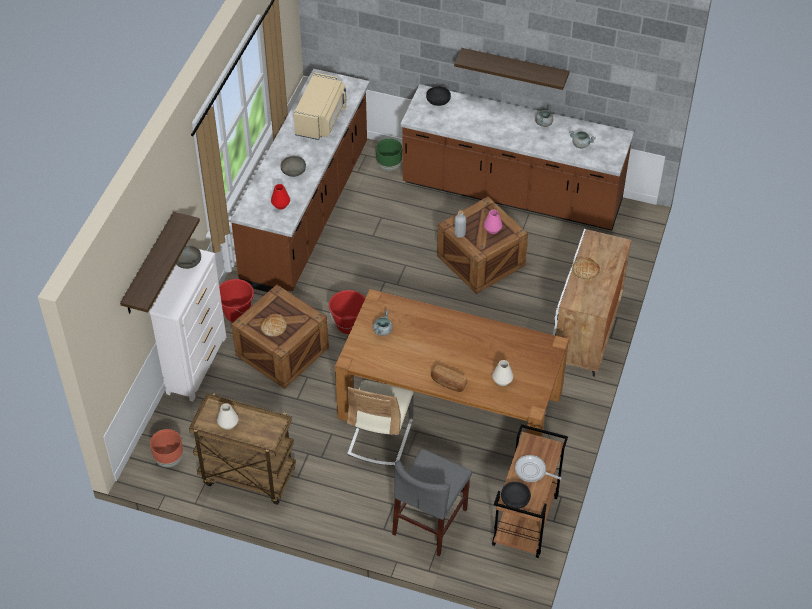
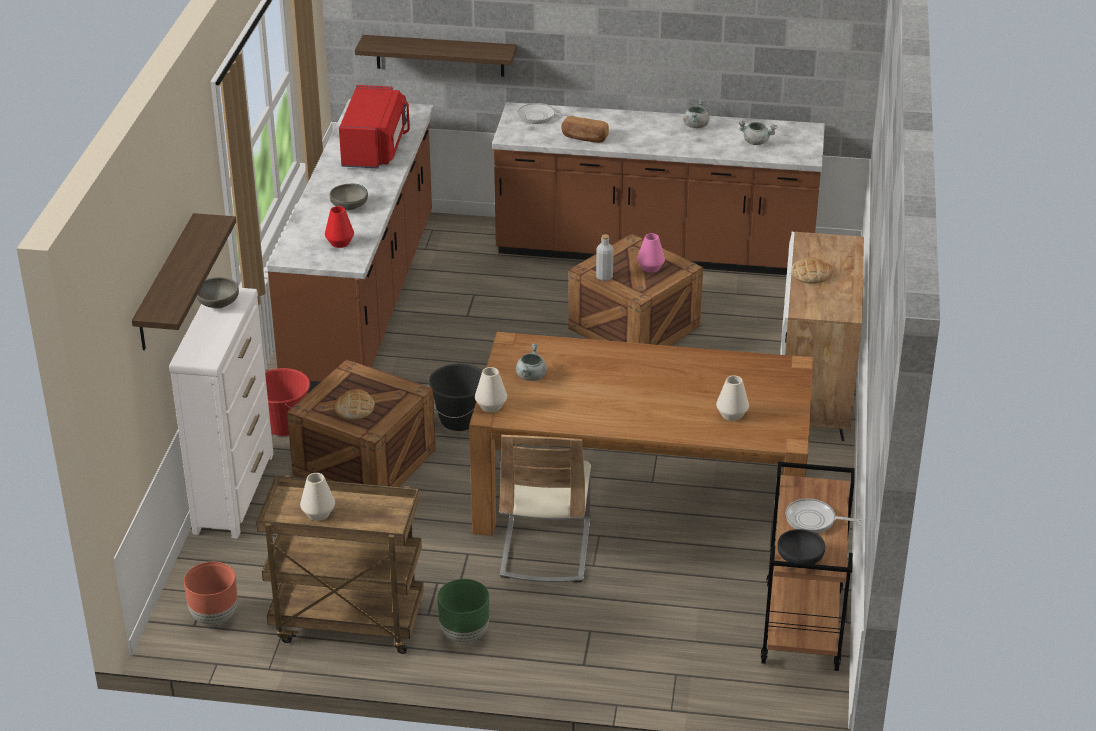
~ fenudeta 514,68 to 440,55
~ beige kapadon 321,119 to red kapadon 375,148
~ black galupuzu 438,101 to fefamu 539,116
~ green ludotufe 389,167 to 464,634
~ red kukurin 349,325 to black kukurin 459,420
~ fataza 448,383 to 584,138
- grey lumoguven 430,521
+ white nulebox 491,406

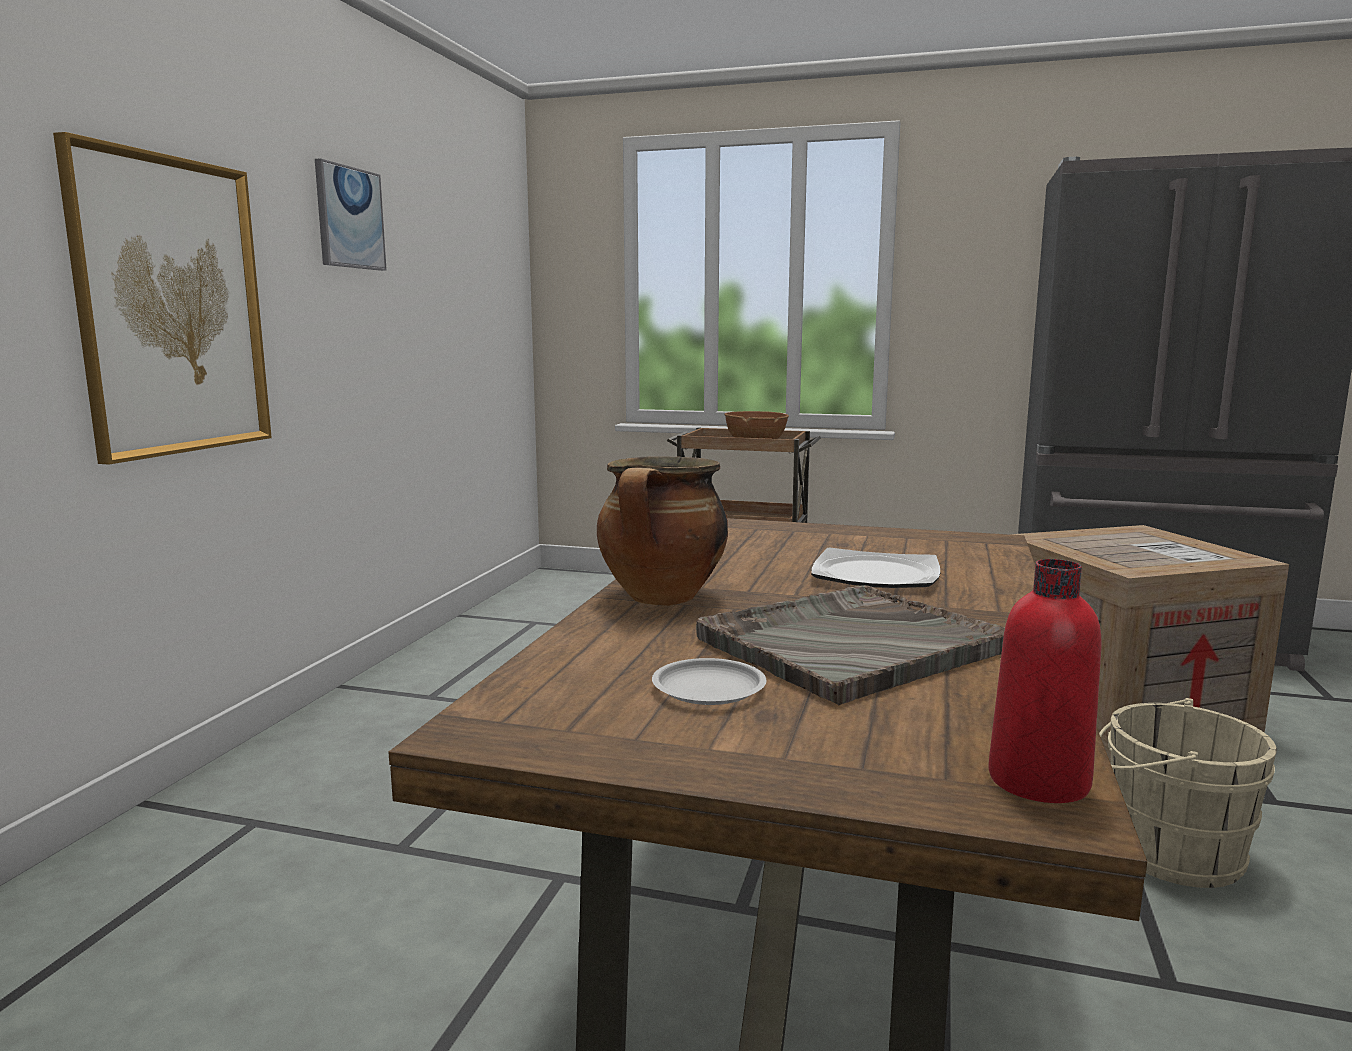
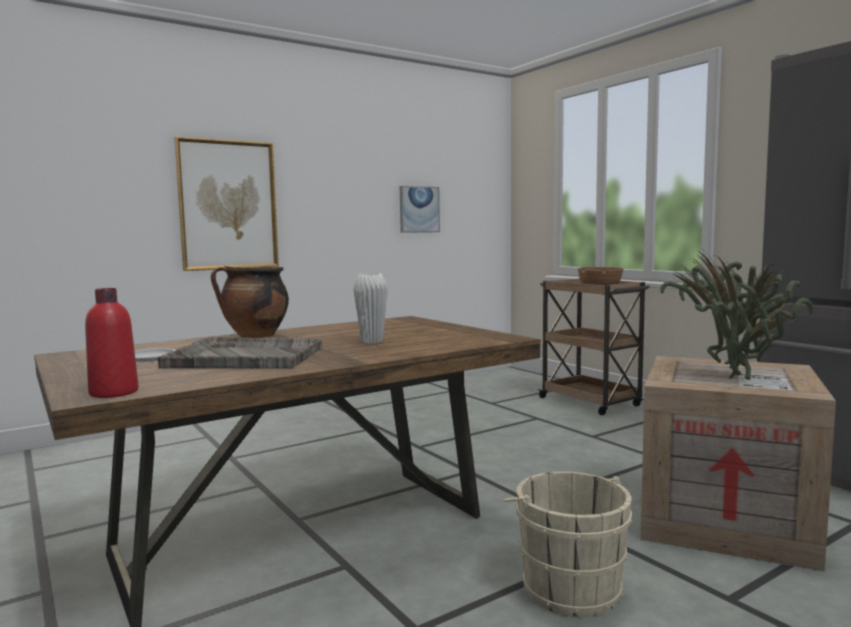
~ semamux 349,218 to 419,209
~ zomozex 874,574 to white nulebox 372,341
+ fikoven 735,377

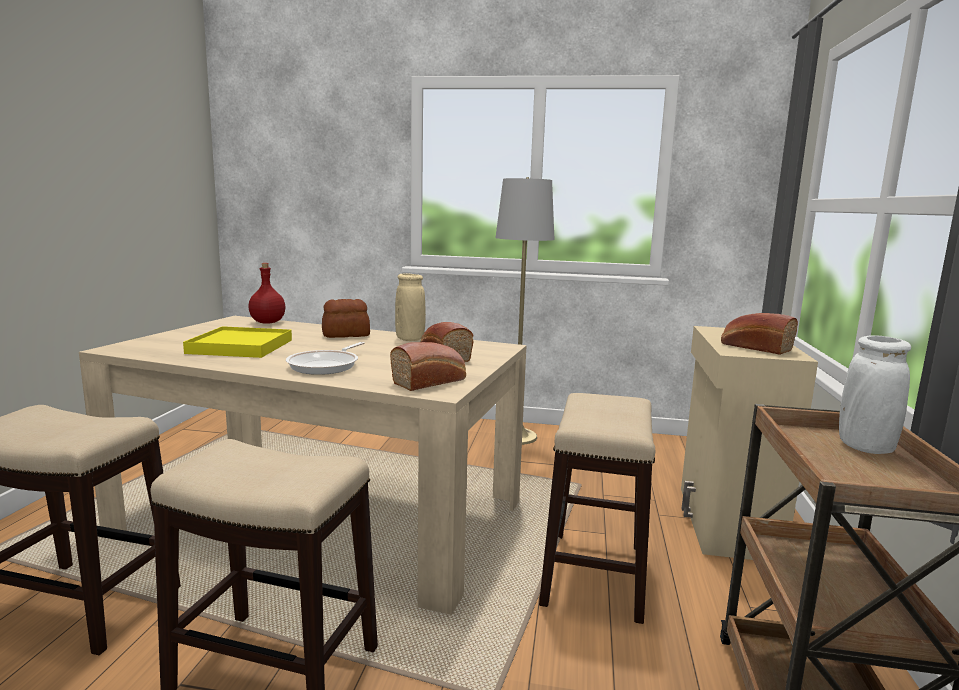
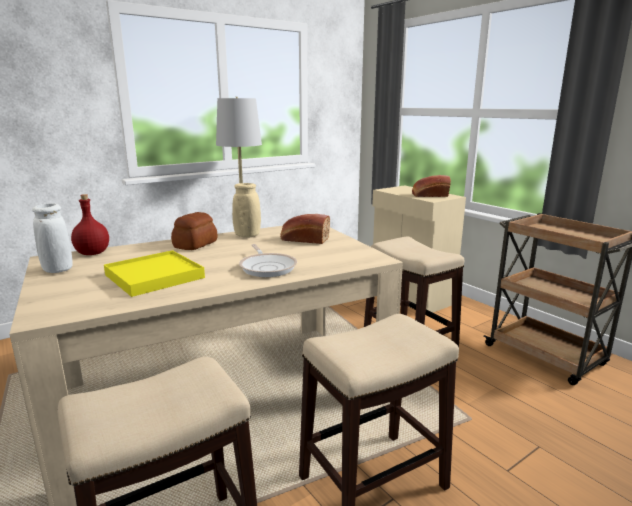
~ white nulebox 865,448 to 58,270
- fataza 431,381

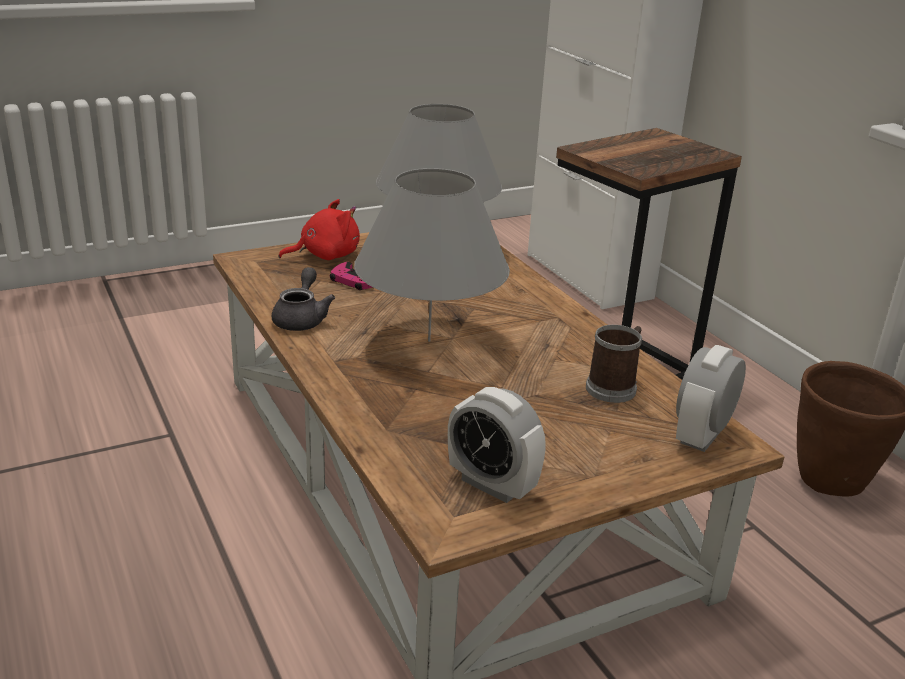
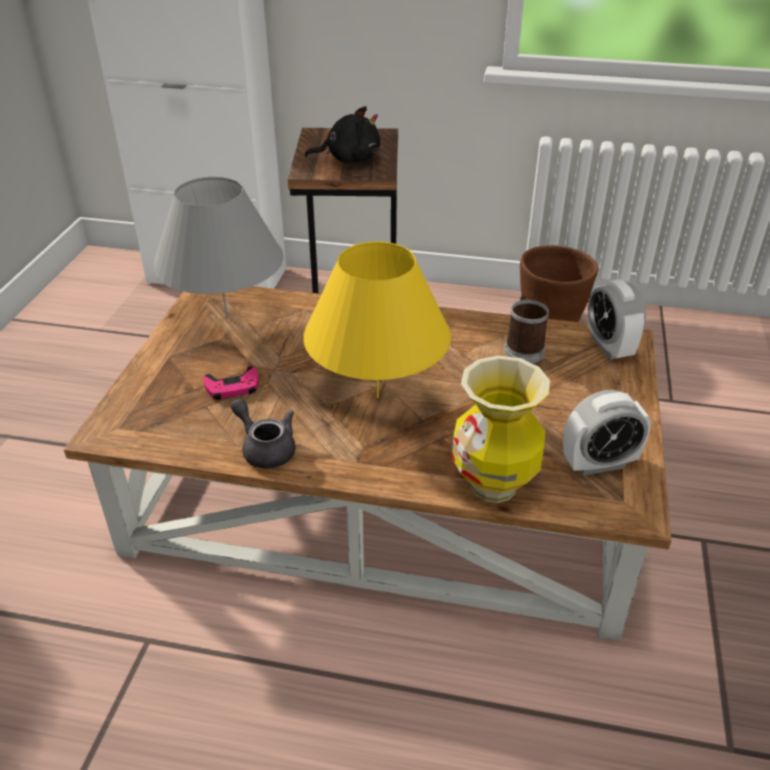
~ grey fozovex 429,341 to yellow fozovex 377,397
- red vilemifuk 325,256
+ black vilemifuk 349,159
+ nulebox 494,486

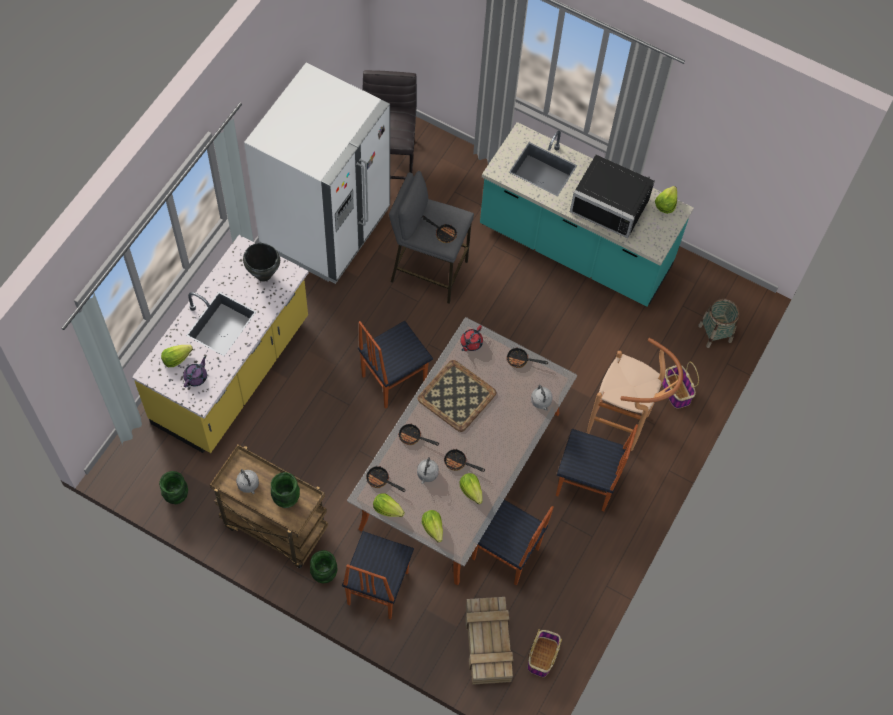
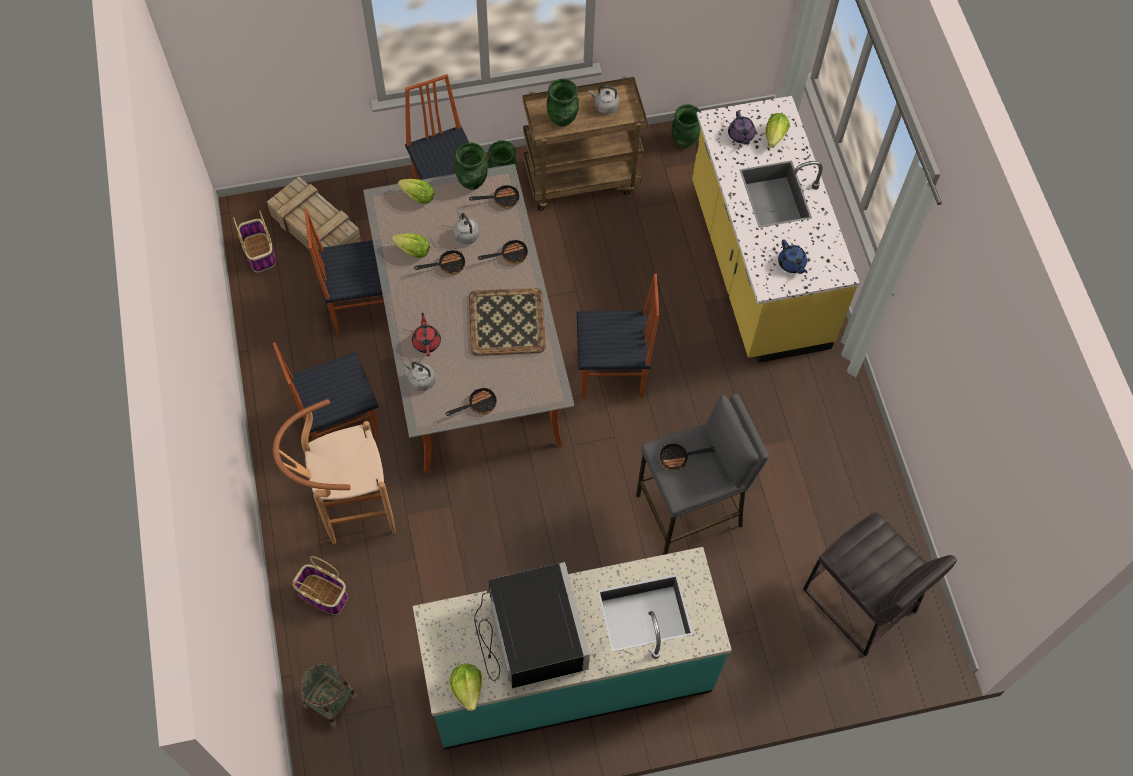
- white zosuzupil 326,228
~ black kapadon 612,203 = 530,635 90 degrees clockwise
~ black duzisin 263,275 to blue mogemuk 791,264
~ lumoguven 393,379 = 612,375 75 degrees clockwise
~ red mogemuk 471,343 to 426,341
~ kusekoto 387,509 to green nulebox 472,182

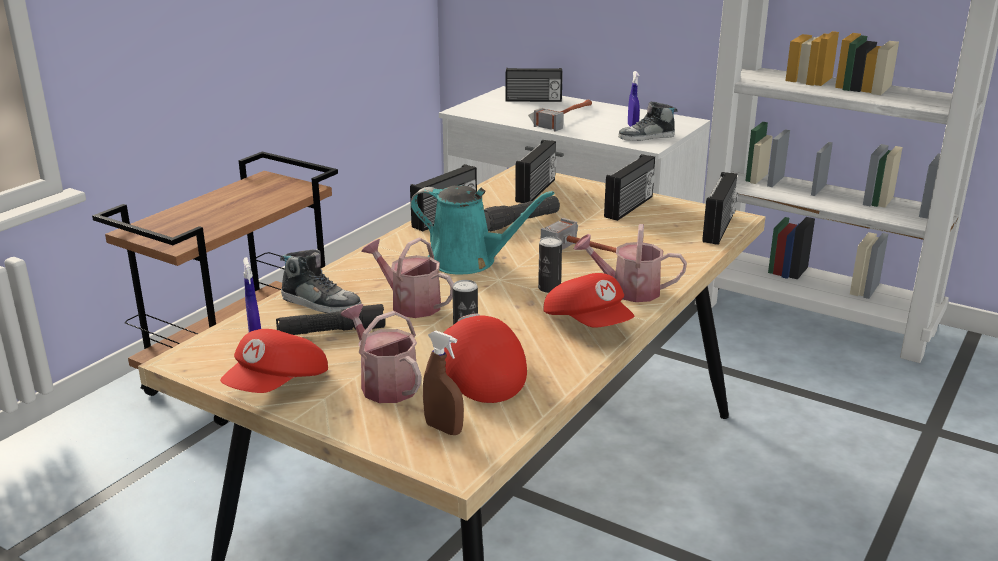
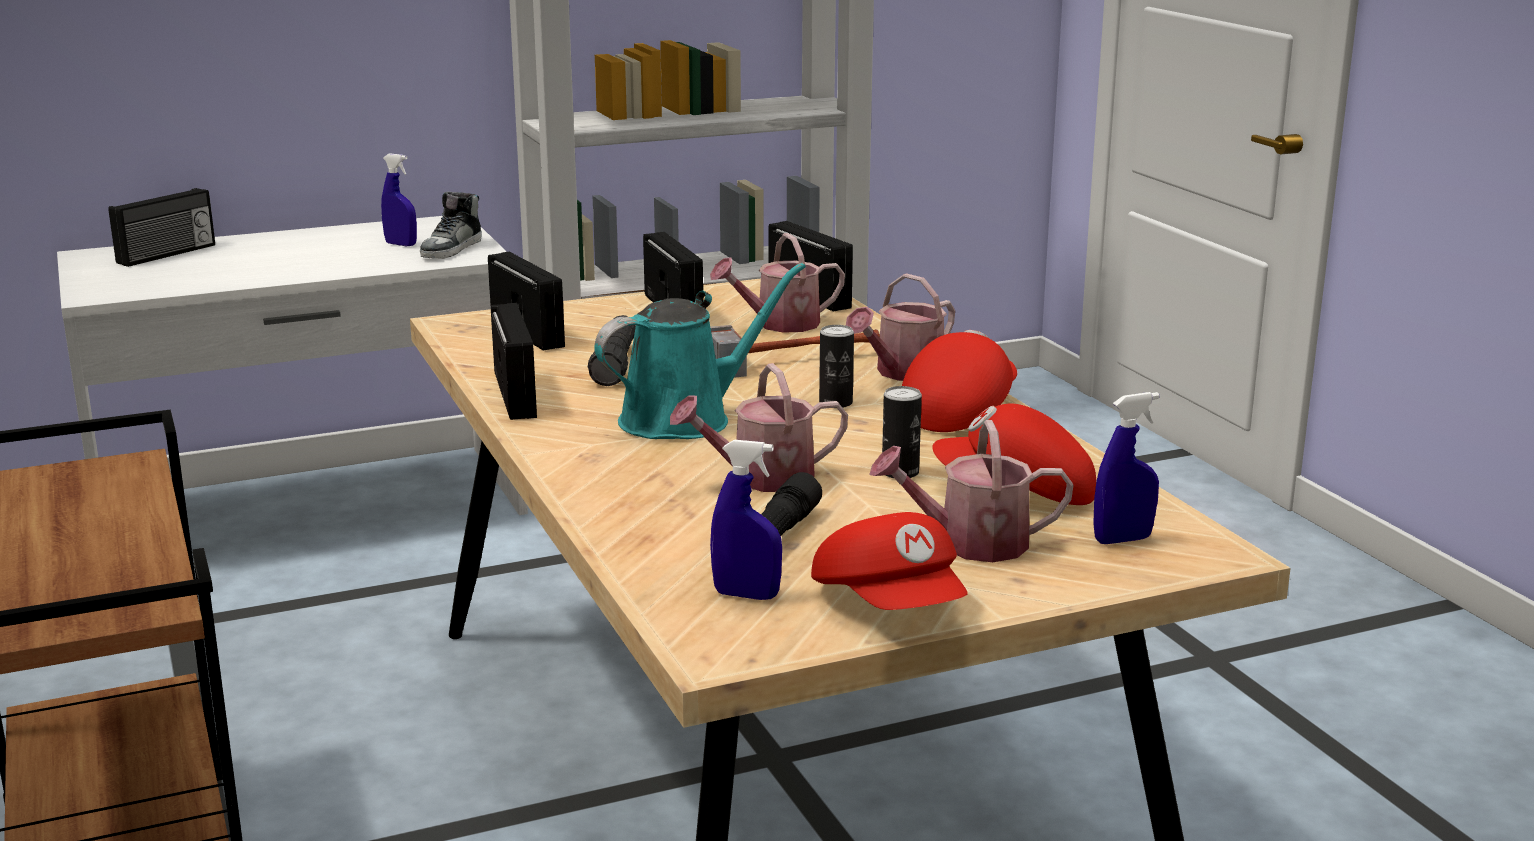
- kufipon 562,118
- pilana 321,303
~ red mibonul 589,323 = 958,411 60 degrees counterclockwise
~ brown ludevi 443,428 to blue ludevi 1123,539
+ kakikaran 779,324

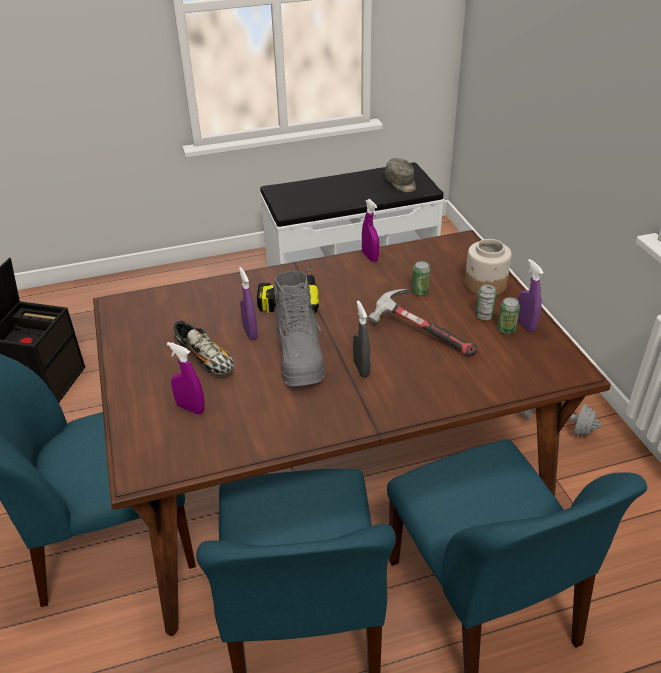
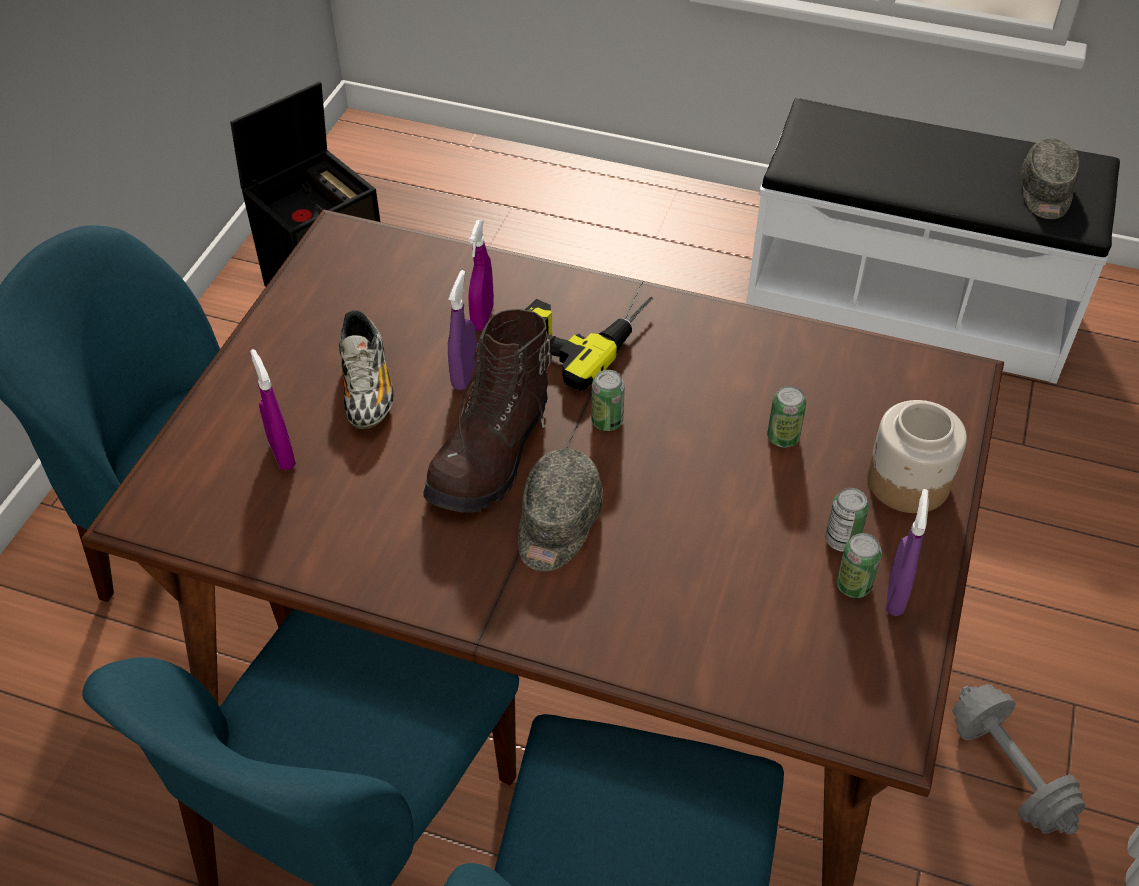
~ purple ludevi 370,257 to 482,318
~ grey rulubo 300,356 to brown rulubo 493,454
- kufipon 421,334
~ grey ludevi 361,369 to grey mibonul 557,524
+ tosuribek 607,421

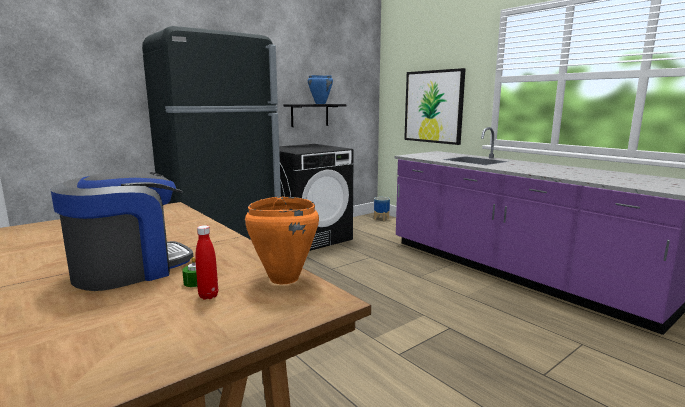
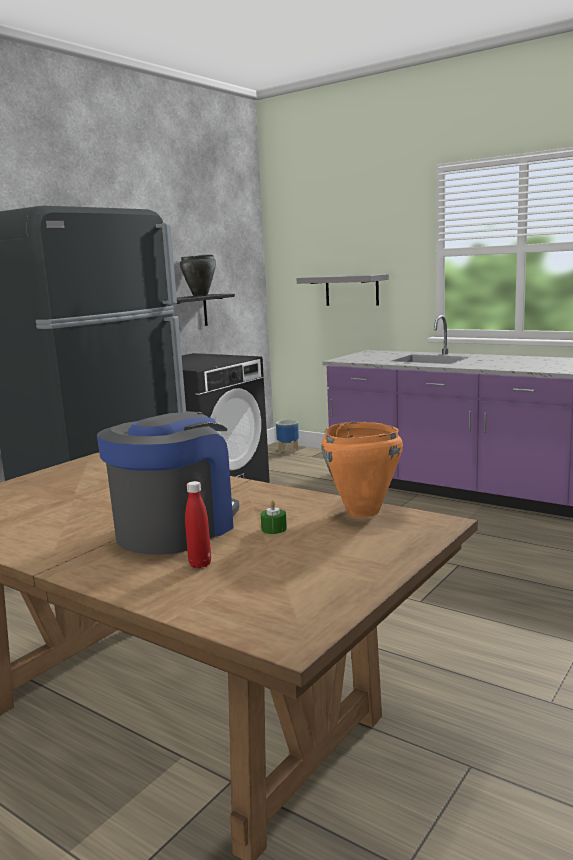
~ semamux 433,106 to grey fenudeta 352,290
~ blue duzisin 320,103 to black duzisin 200,295
~ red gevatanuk 208,296 to 200,564

